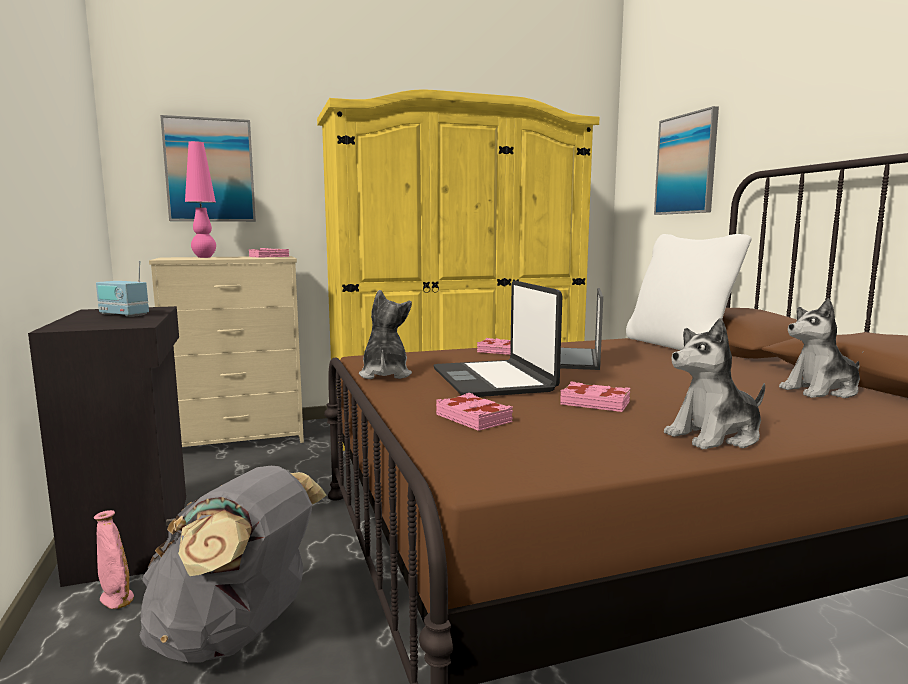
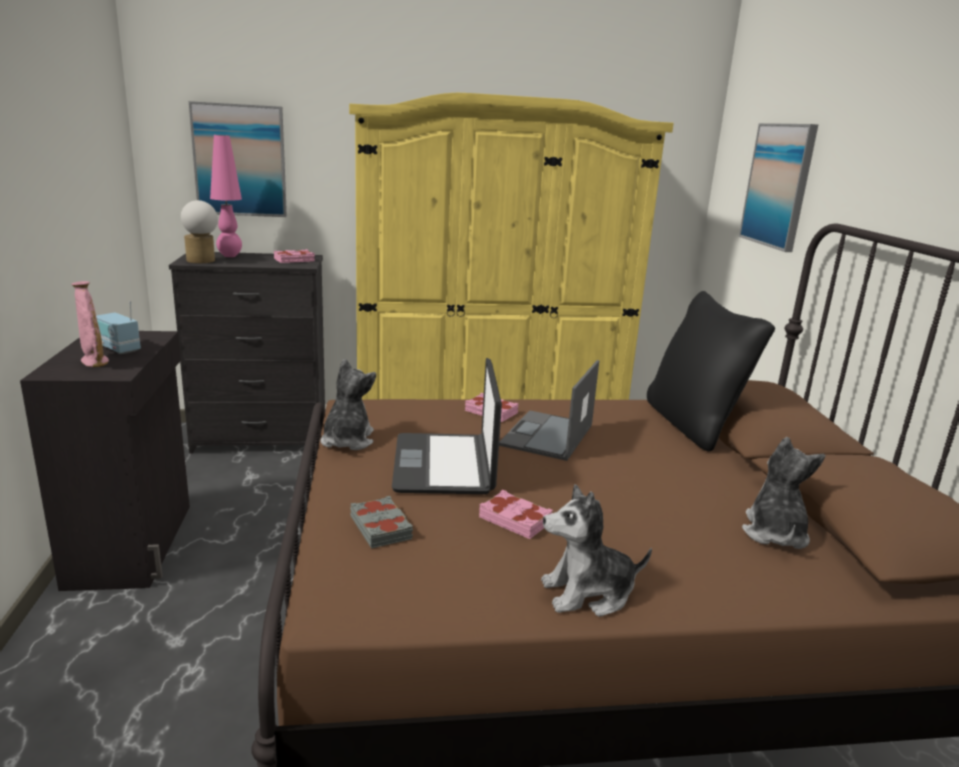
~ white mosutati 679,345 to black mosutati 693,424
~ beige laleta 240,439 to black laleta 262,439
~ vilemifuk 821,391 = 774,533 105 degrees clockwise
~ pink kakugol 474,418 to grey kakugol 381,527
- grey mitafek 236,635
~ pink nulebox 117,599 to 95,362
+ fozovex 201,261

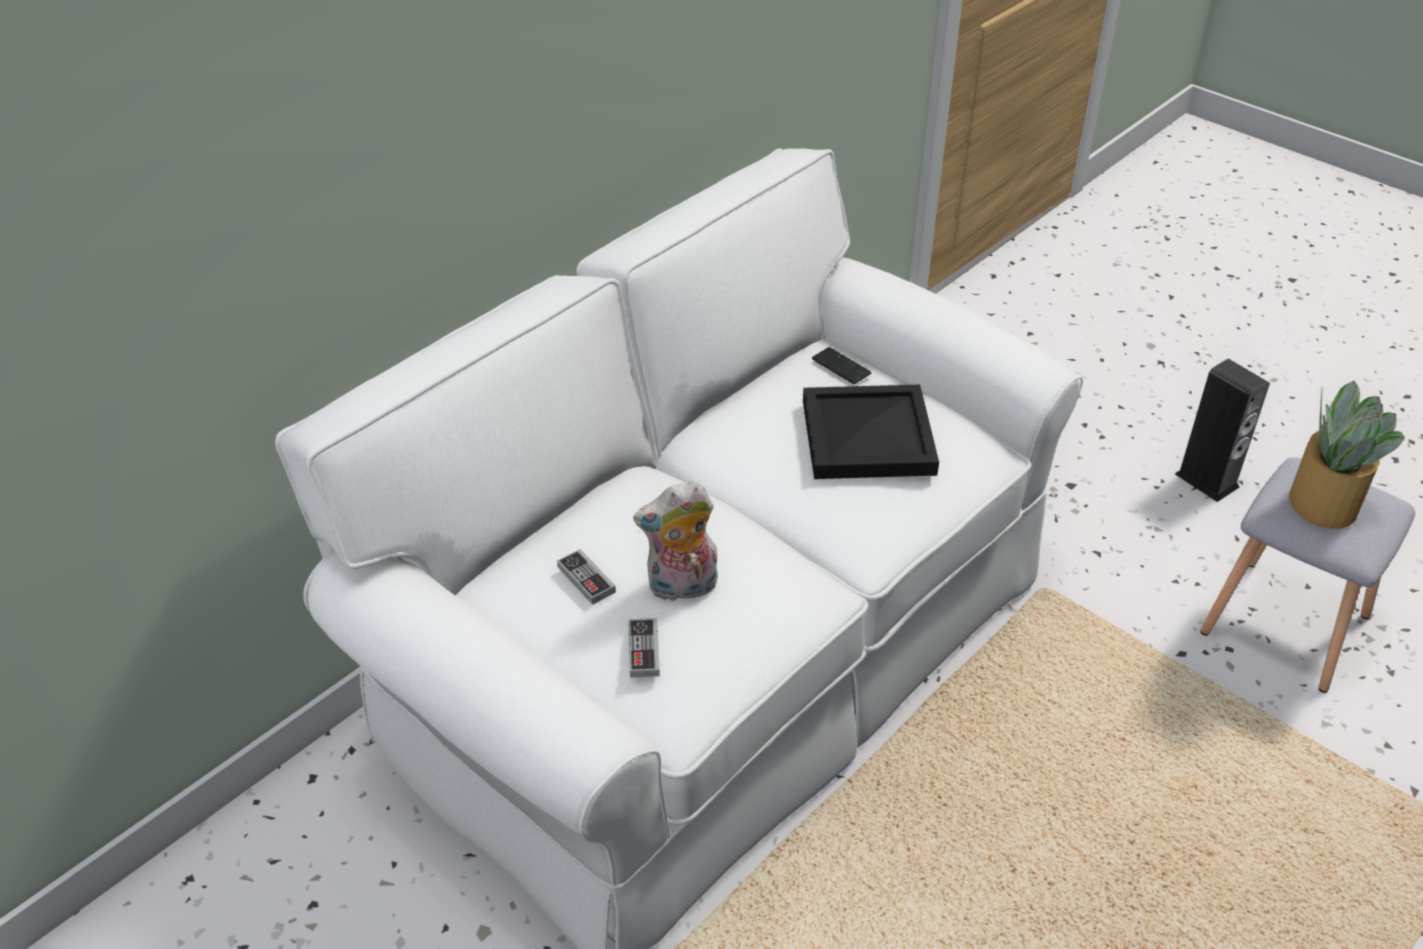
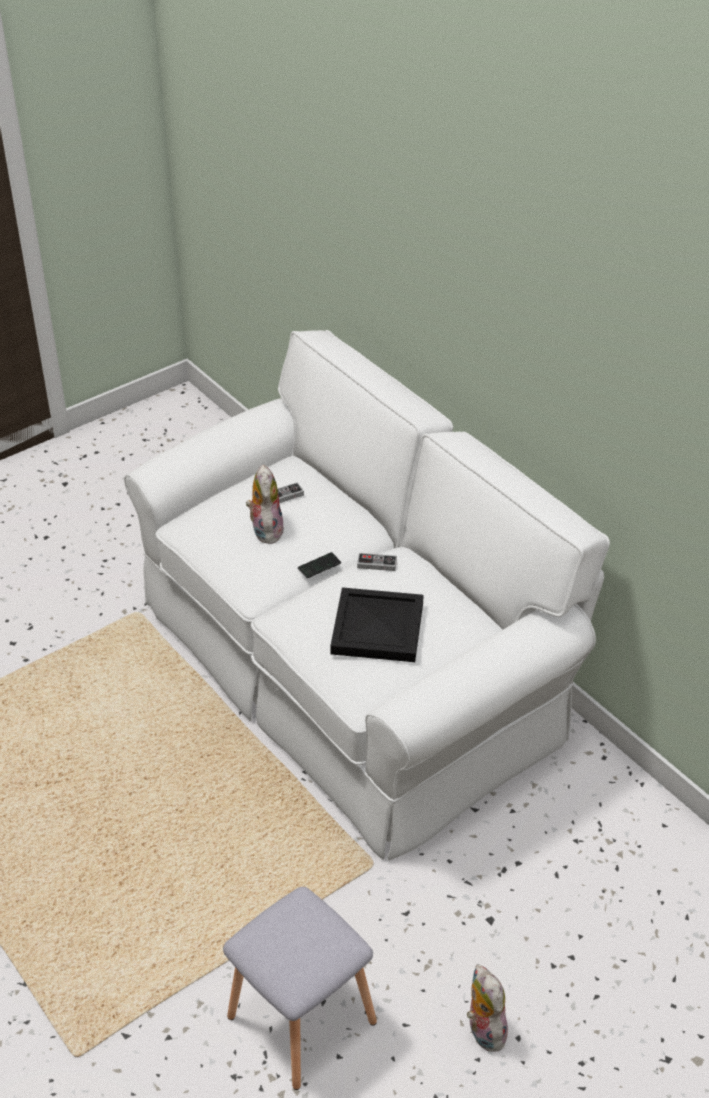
~ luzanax 841,367 to 319,566
~ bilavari 1206,480 to vilemifuk 483,1030
- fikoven 1323,502
~ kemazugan 644,650 to 377,564

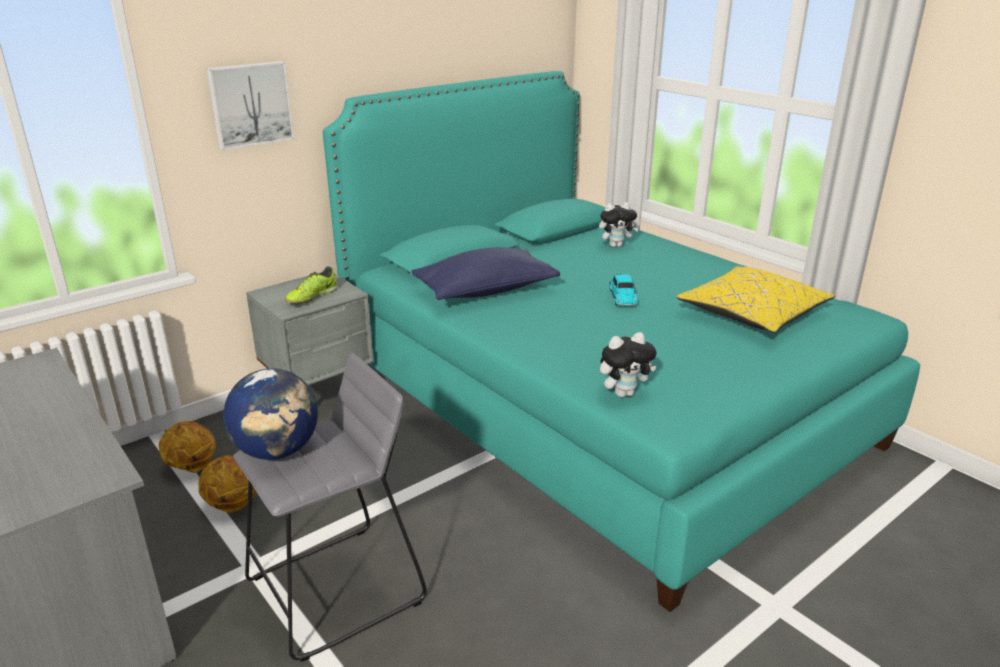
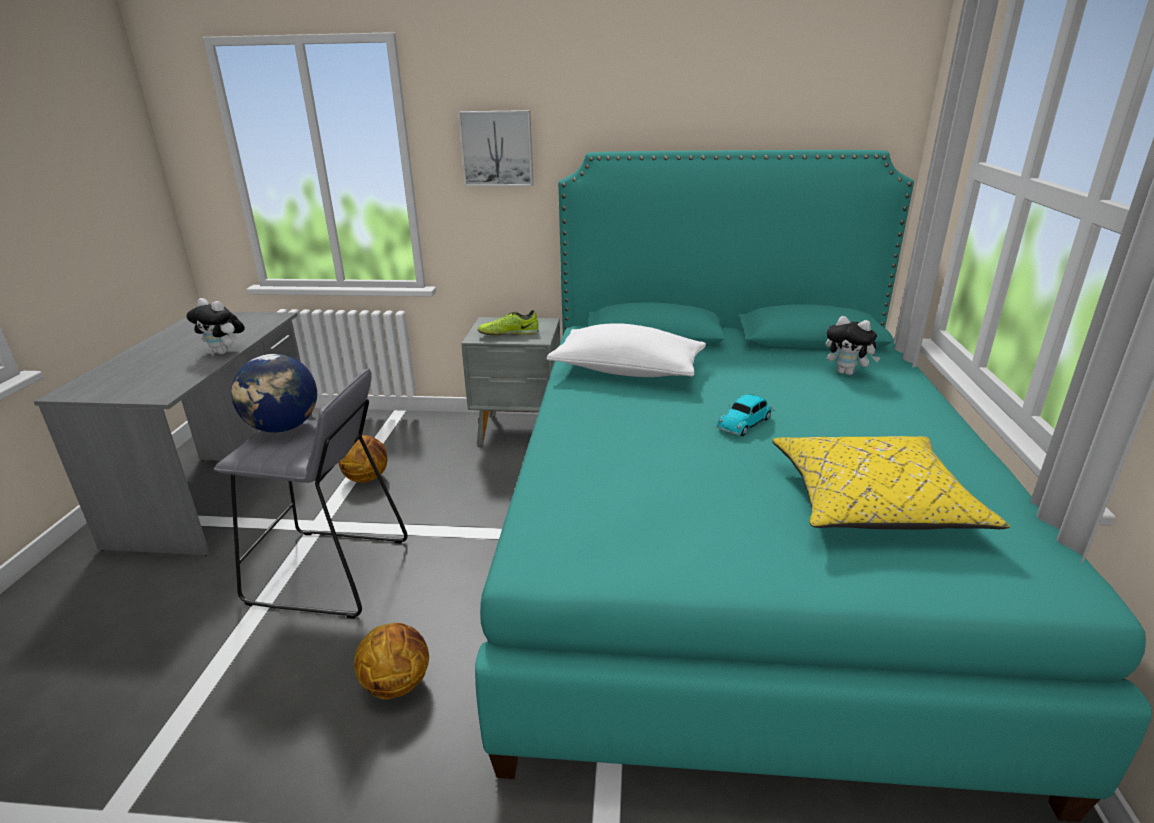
~ blue mosutati 485,291 to white mosutati 627,371
~ vilemifuk 624,393 to 224,352
~ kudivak 192,467 to 397,683

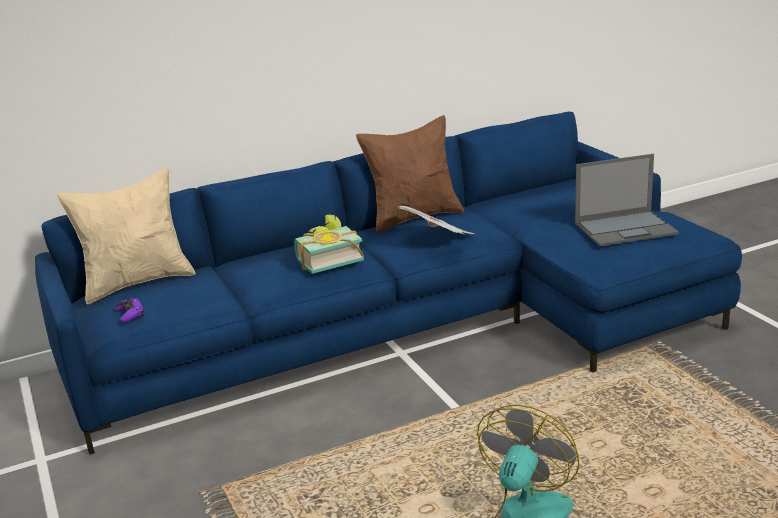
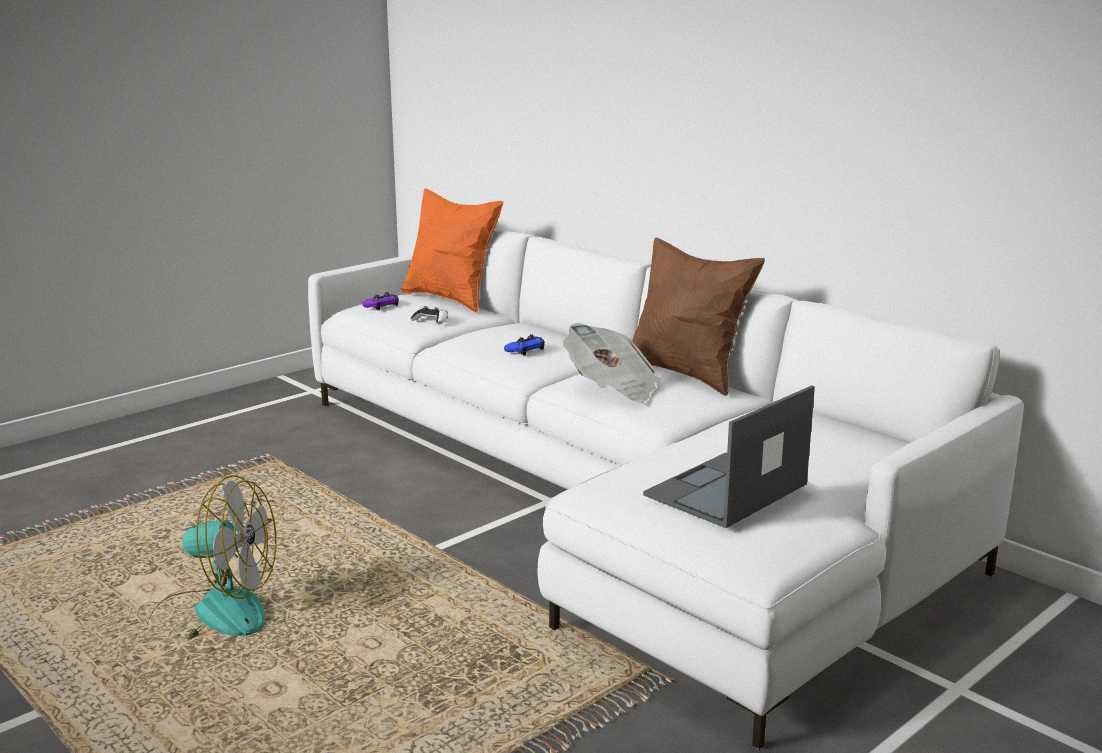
~ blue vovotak 412,329 to white vovotak 611,498
~ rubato 626,228 = 725,491 75 degrees clockwise
~ beige mosutati 137,283 to orange mosutati 451,299
~ kakugol 327,260 to blue kemazugan 525,350
+ white kemazugan 430,320

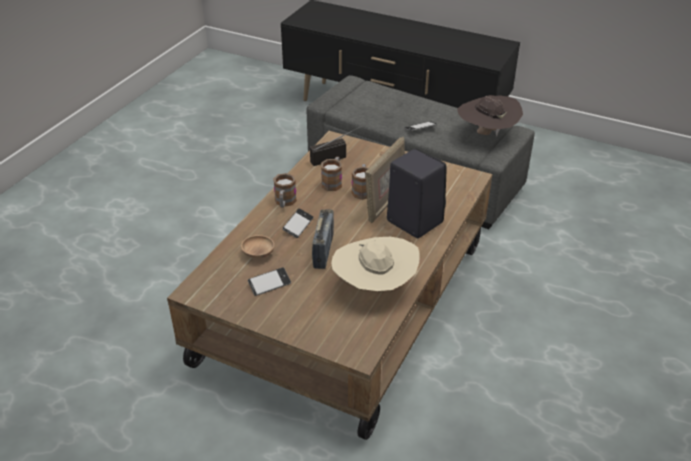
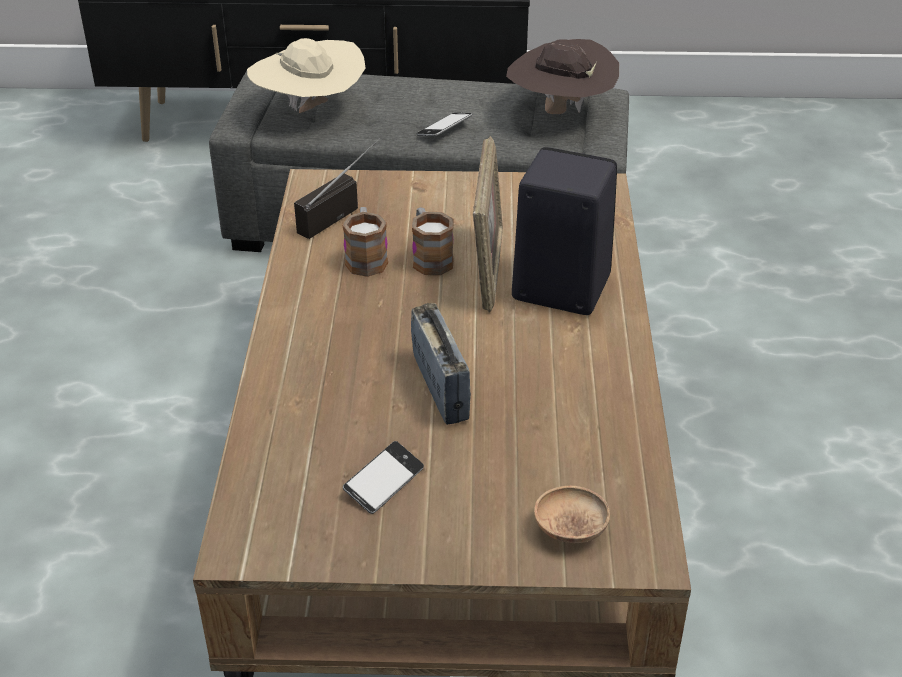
- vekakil 284,203
- luzanax 298,226
~ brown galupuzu 258,254 to 570,529
~ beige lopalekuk 374,287 to 310,111

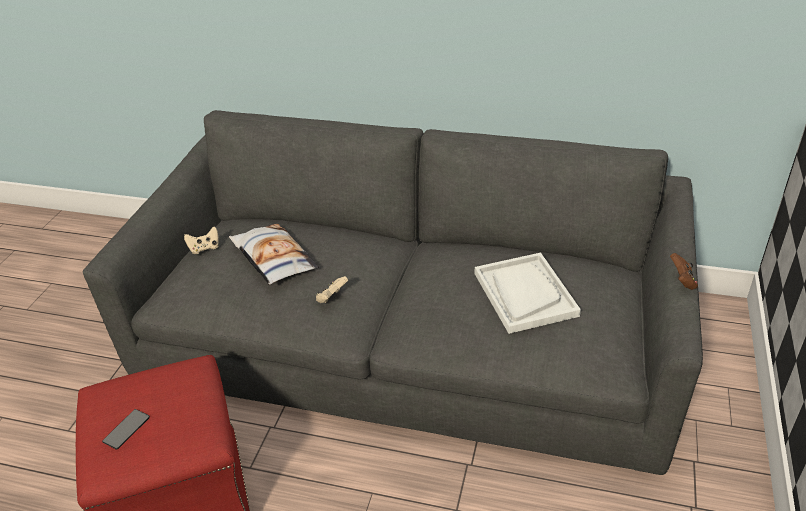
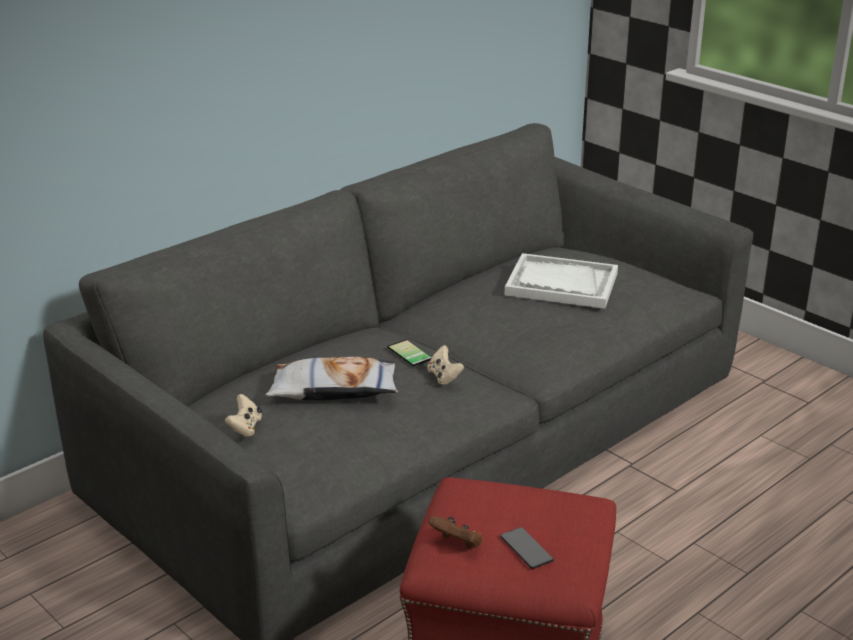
~ brown kemazugan 682,281 to 457,544
+ luzanax 407,354

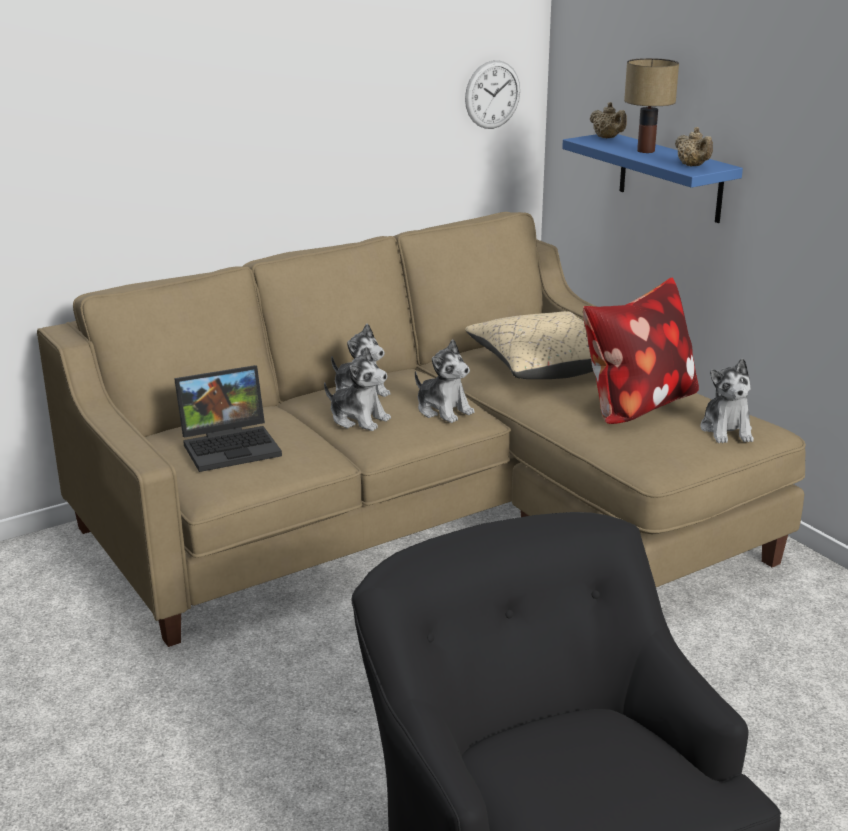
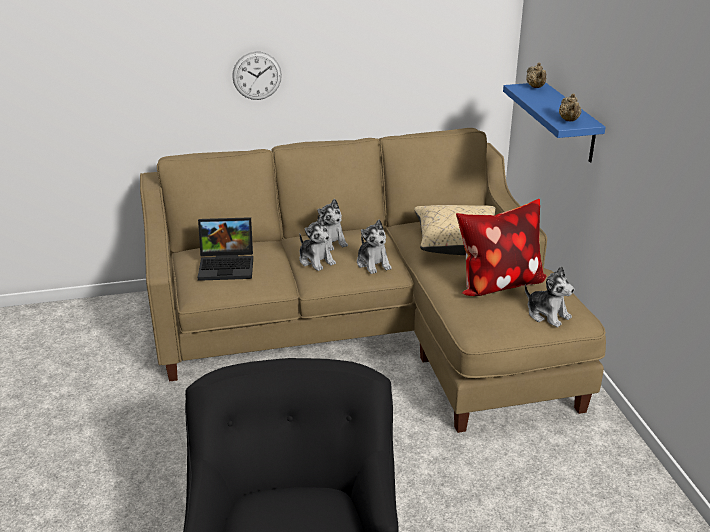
- fozovex 645,151
~ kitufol 492,94 to 257,75
~ vilemifuk 726,430 = 547,314 60 degrees counterclockwise

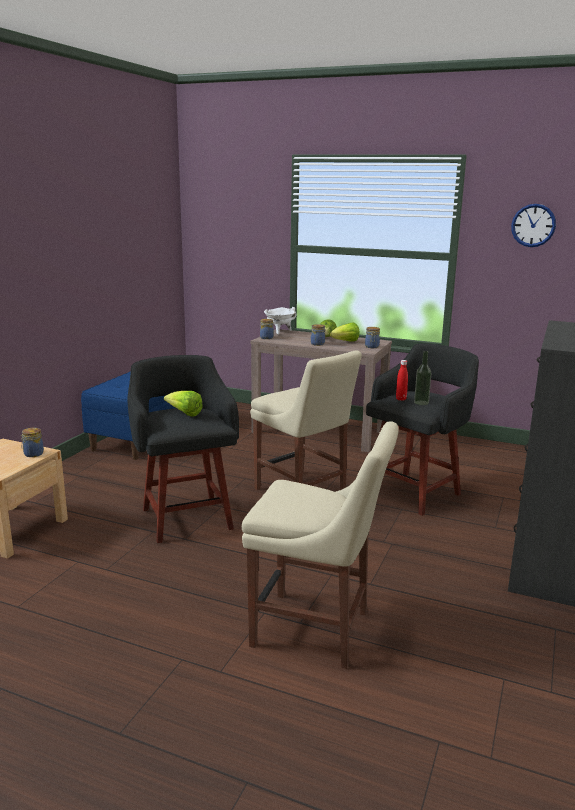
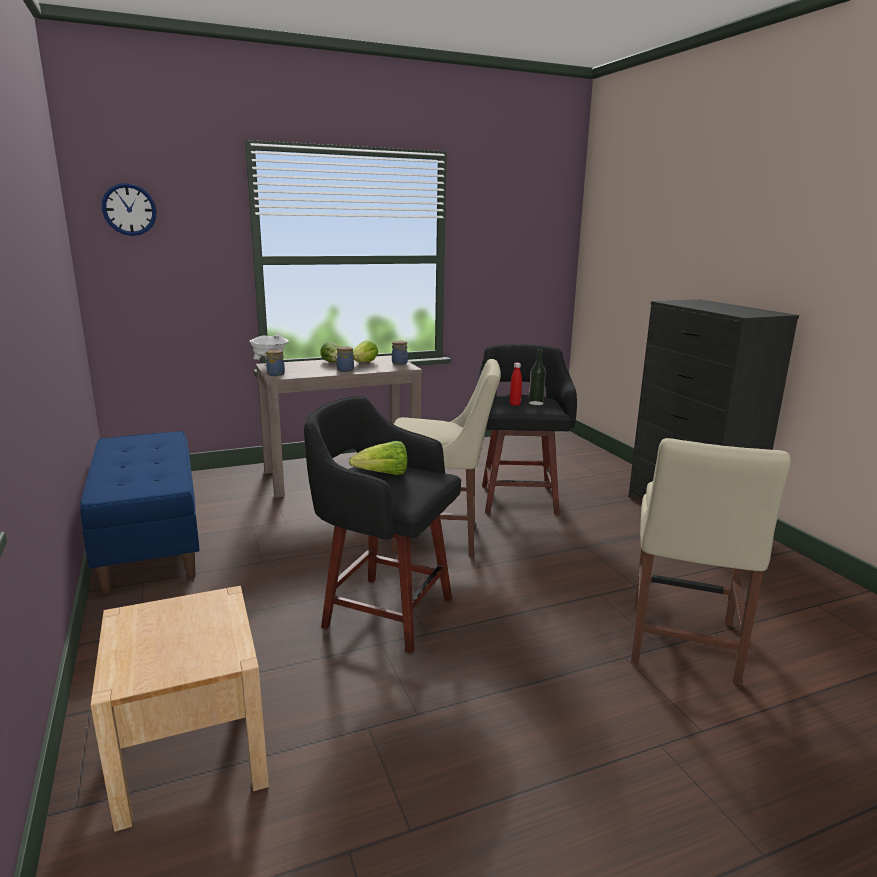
~ kitufol 533,225 to 129,209
~ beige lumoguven 316,630 = 682,646 135 degrees clockwise
- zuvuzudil 33,454

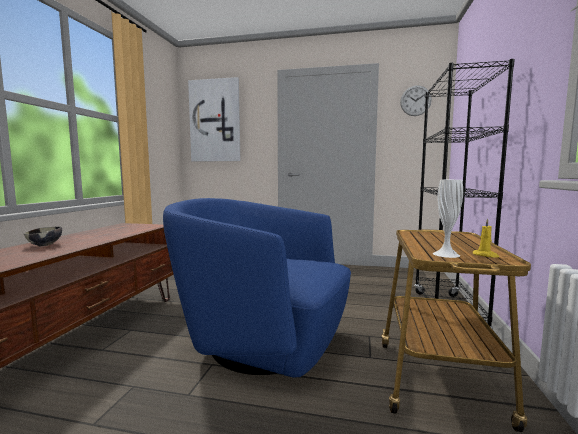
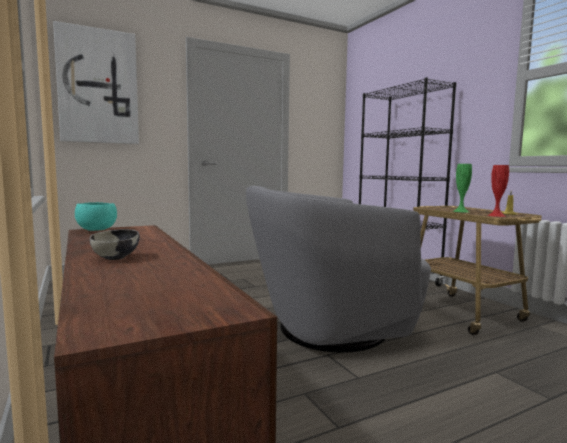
- kitufol 415,100
~ white nulebox 446,254 to red nulebox 496,215
~ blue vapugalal 262,343 to grey vapugalal 329,329
+ green nulebox 461,211
+ turquoise galupuzu 96,230

